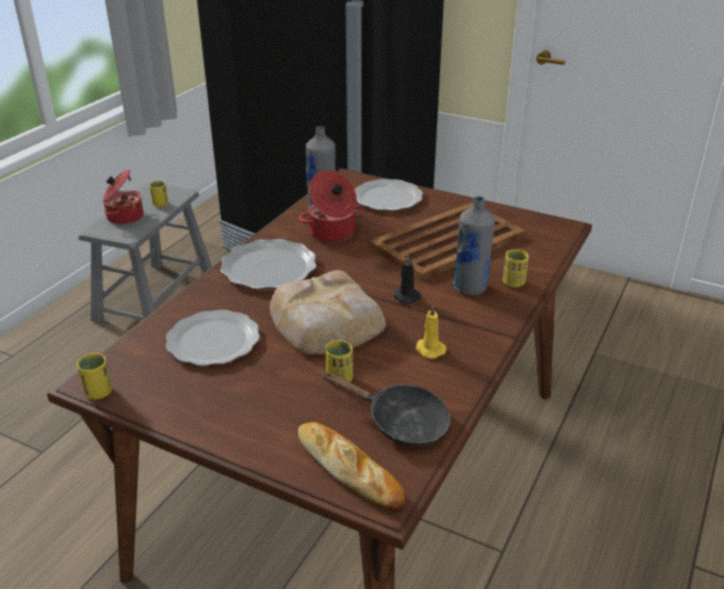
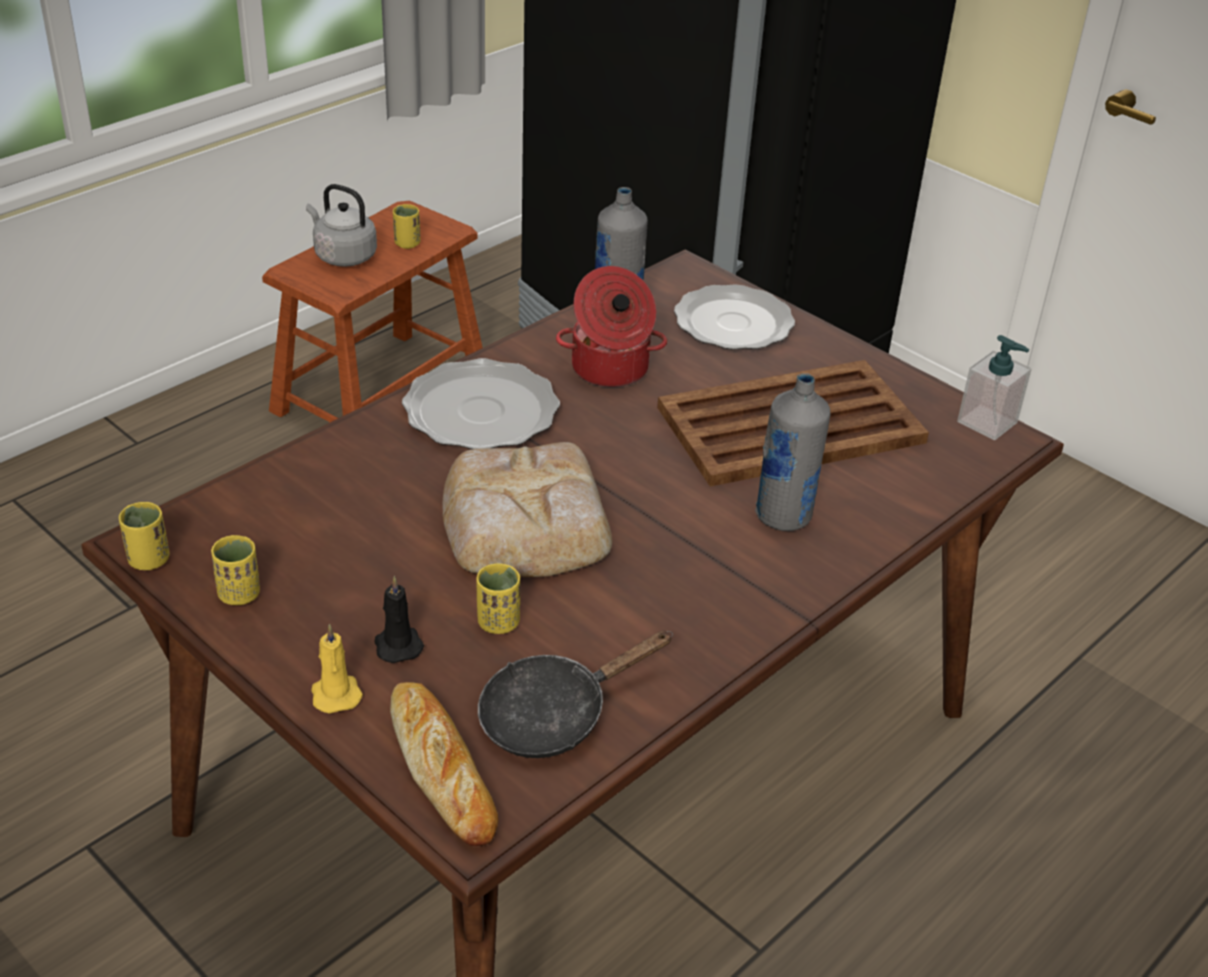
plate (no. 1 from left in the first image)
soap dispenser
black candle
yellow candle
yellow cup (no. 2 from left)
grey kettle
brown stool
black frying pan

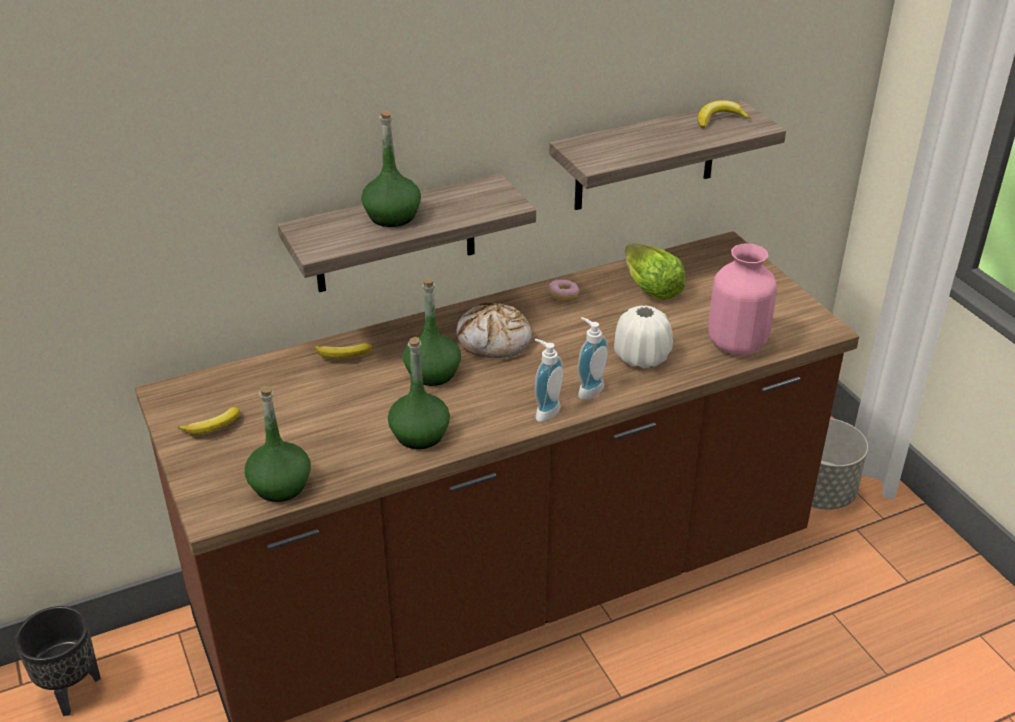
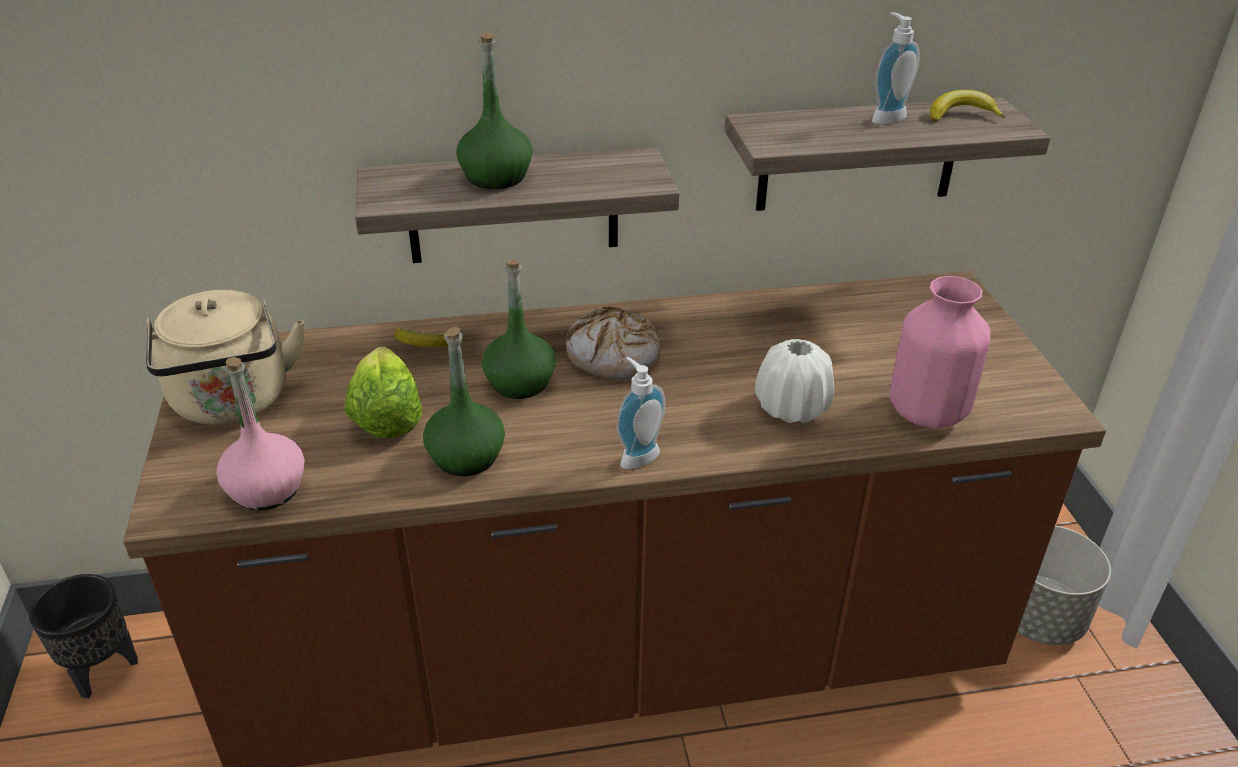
donut
soap dispenser (no. 2 from left)
lettuce
beige kettle
pink bottle

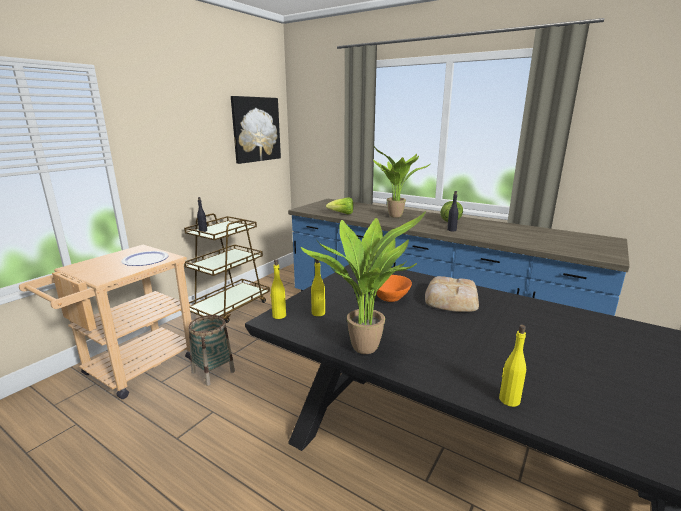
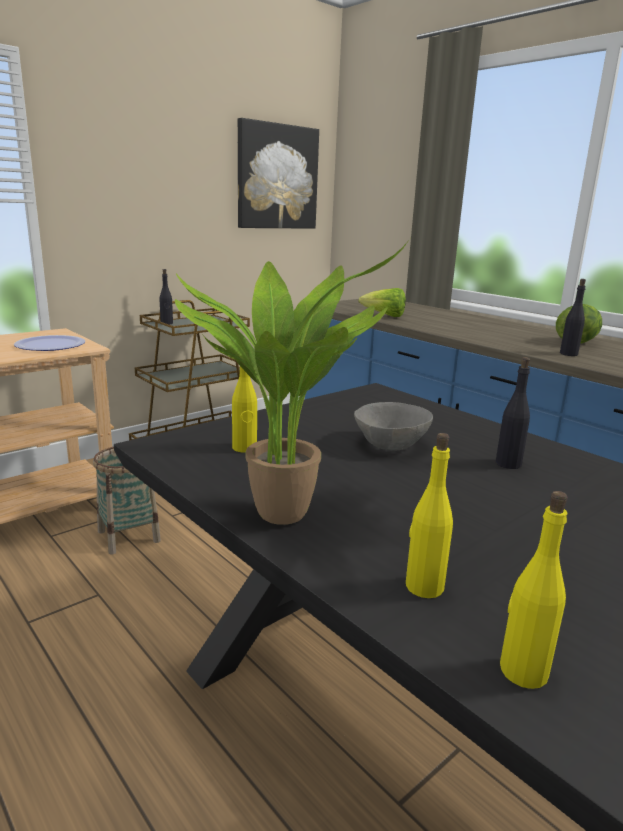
potted plant (no. 2 from left in the first image)
yellow bottle (no. 2 from left)
black bottle (no. 2 from left)
grey bowl

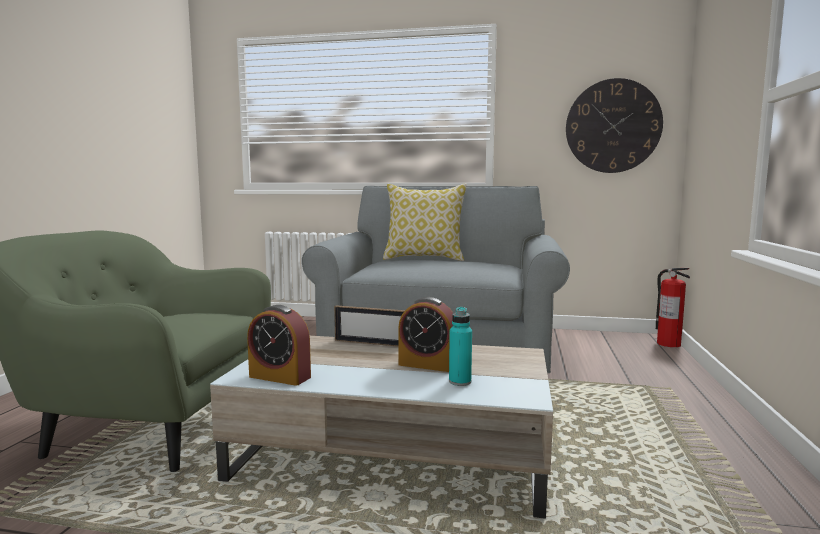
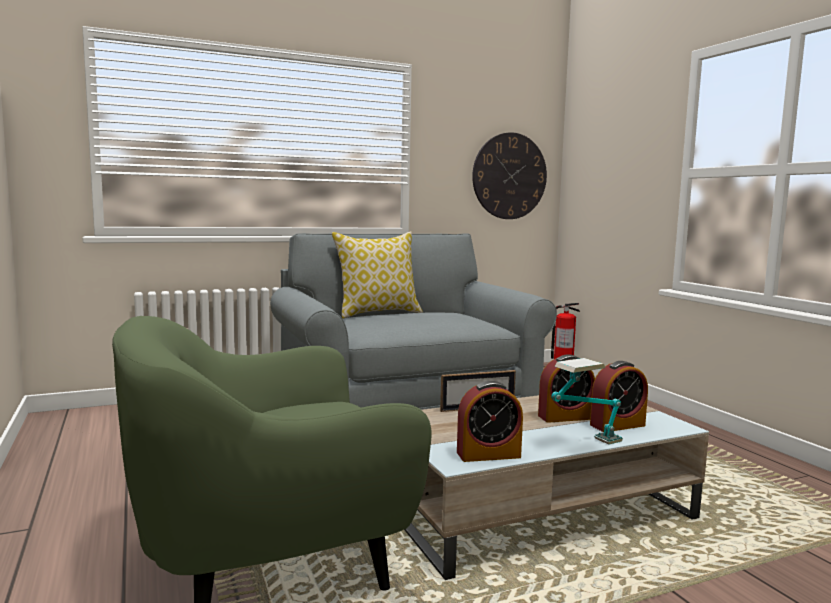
table lamp
alarm clock (no. 3 from left)

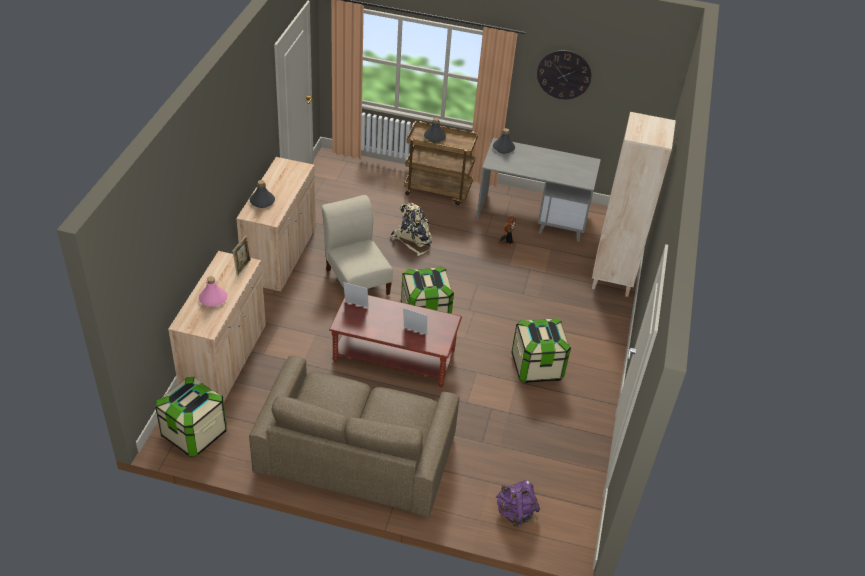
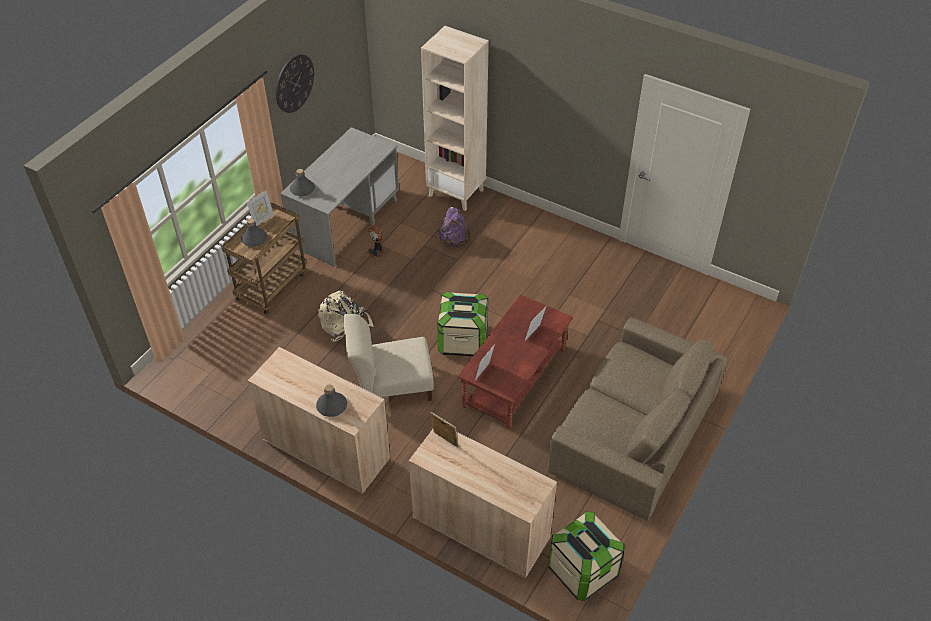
pink bottle
storage box (no. 3 from left in the first image)
picture frame (no. 1 from left)
purple backpack

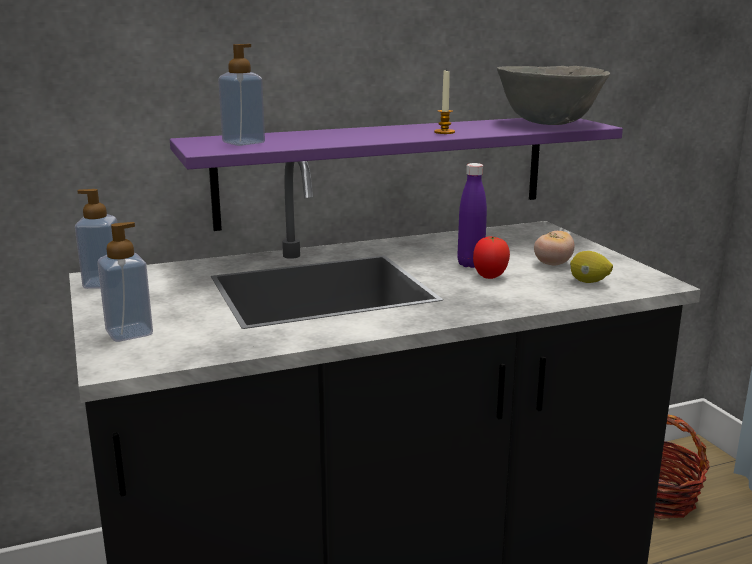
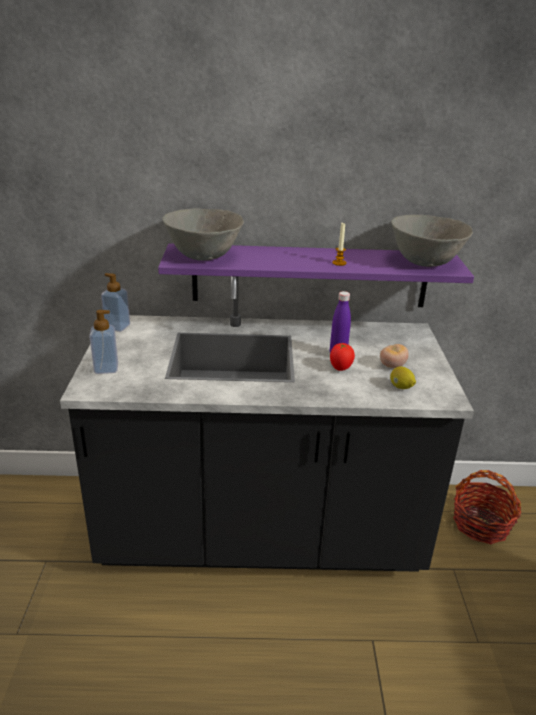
grey bowl (no. 1 from left)

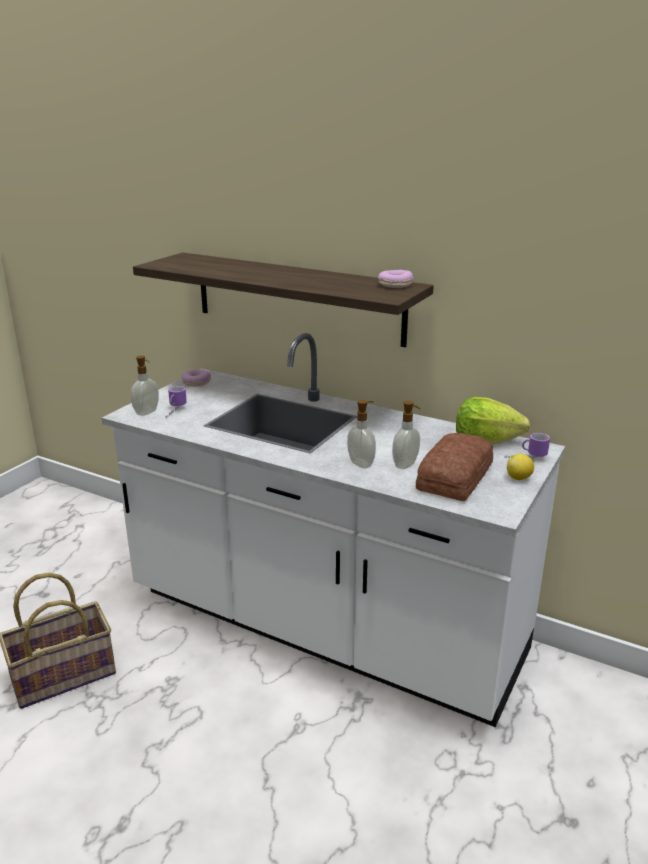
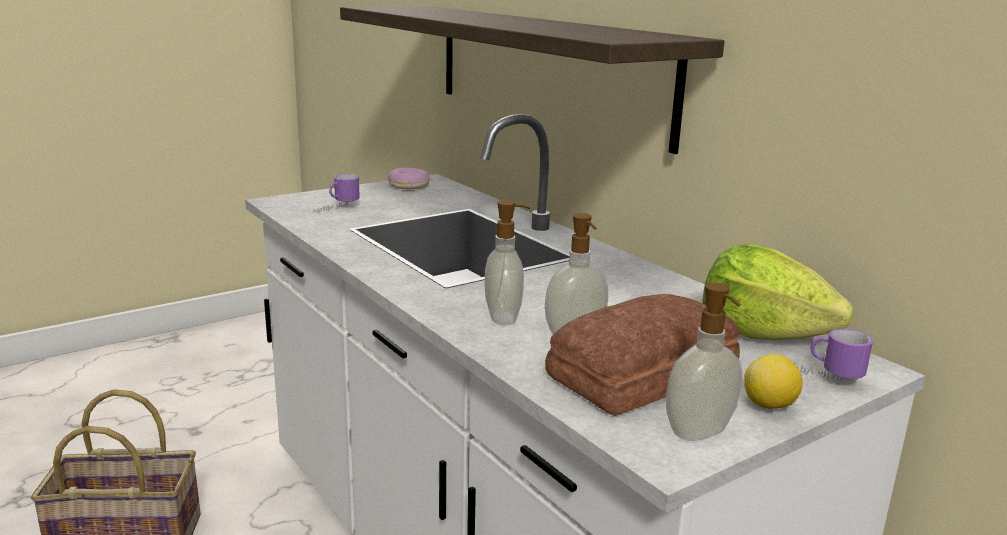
donut (no. 2 from left in the first image)
soap dispenser (no. 3 from left)

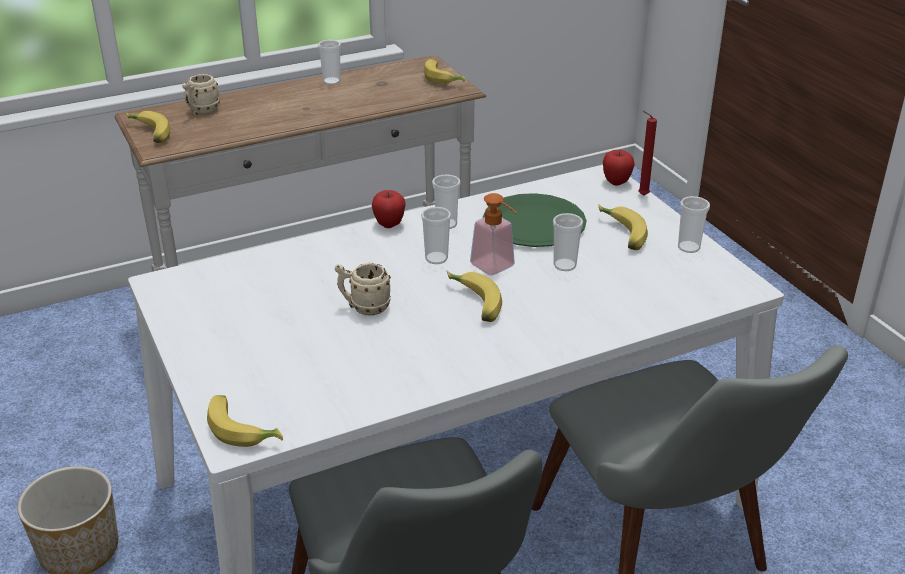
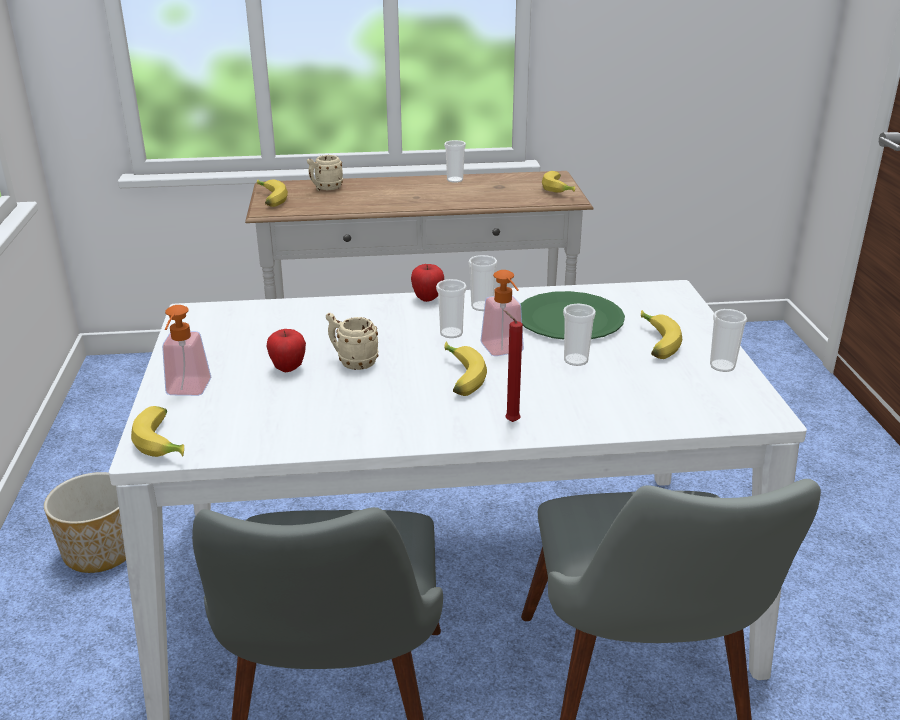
soap dispenser (no. 1 from left)
apple (no. 1 from left)
red candle

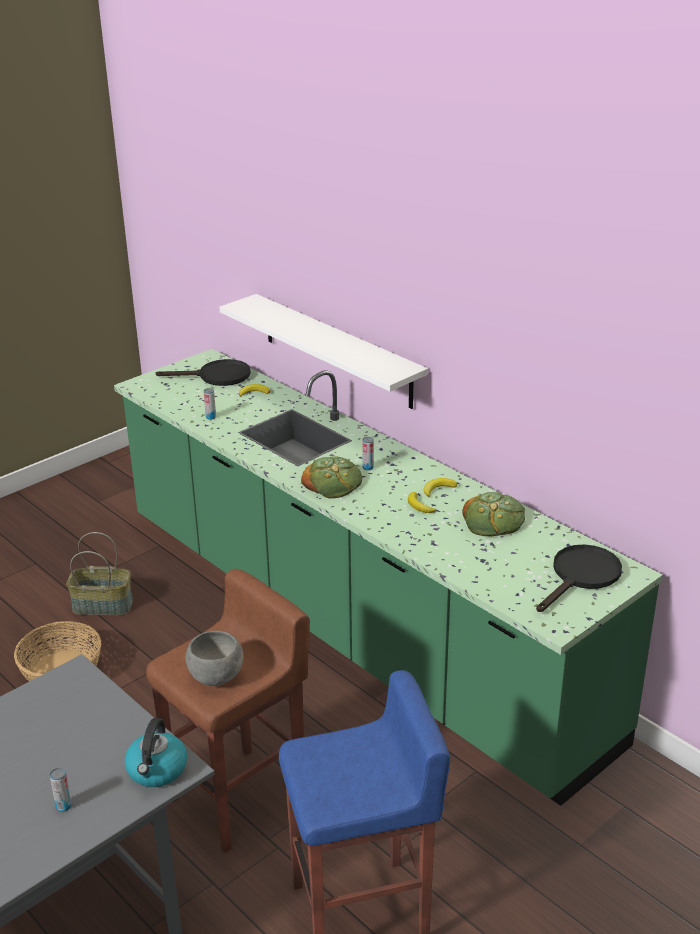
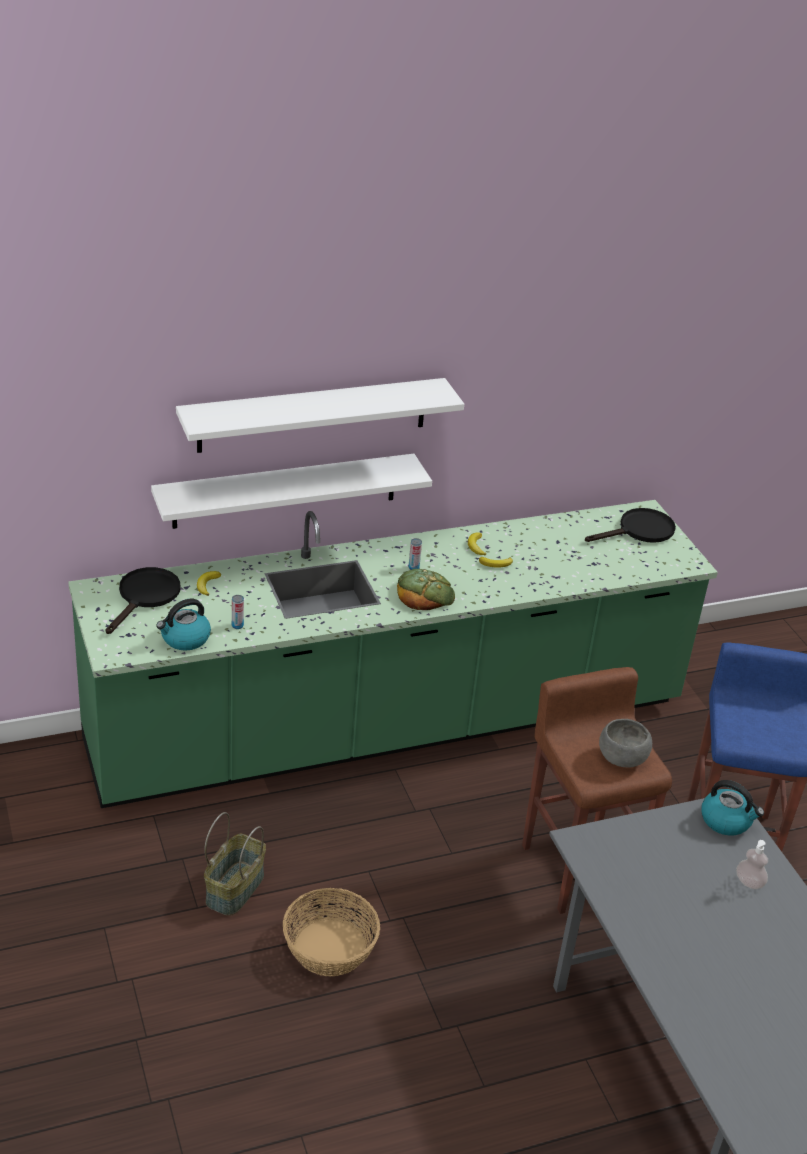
bread (no. 2 from left in the first image)
kettle (no. 1 from left)
white shelf (no. 2 from left)
soap dispenser
black frying pan (no. 2 from left)

